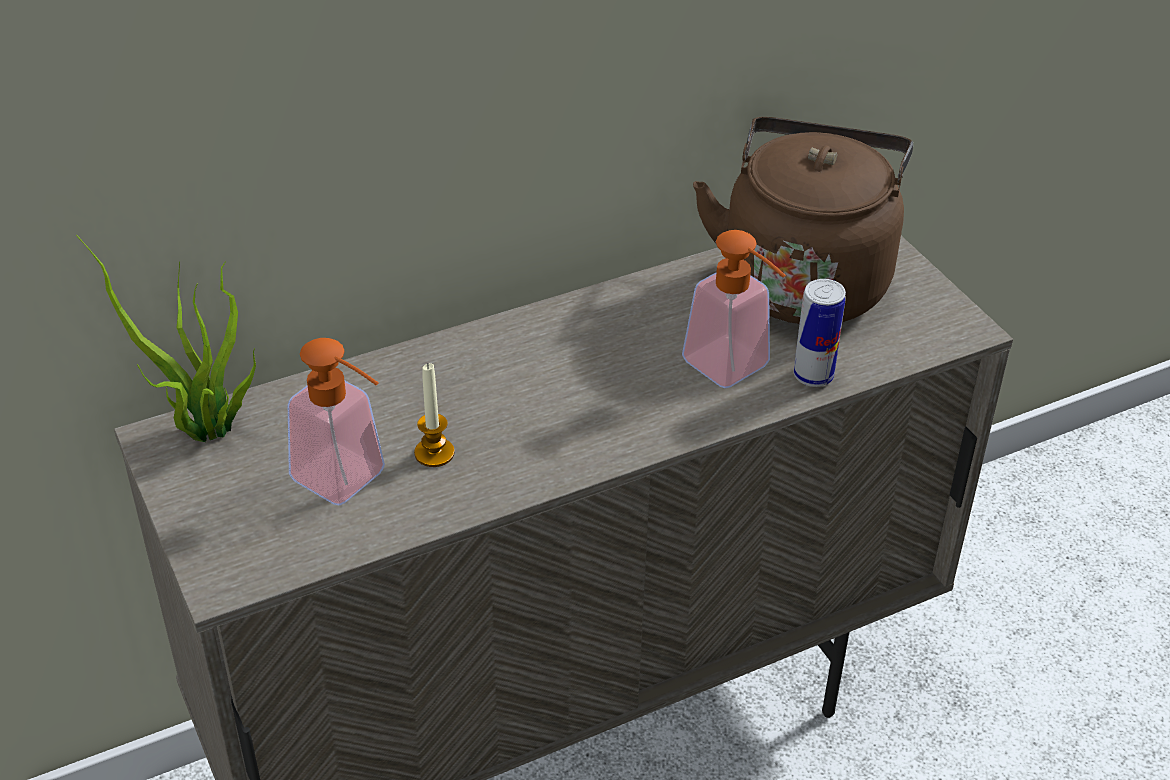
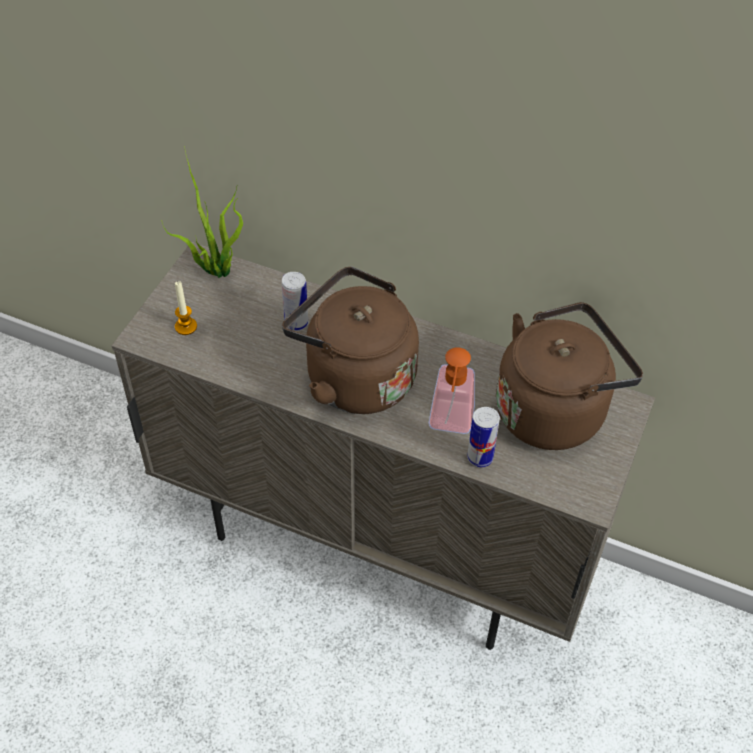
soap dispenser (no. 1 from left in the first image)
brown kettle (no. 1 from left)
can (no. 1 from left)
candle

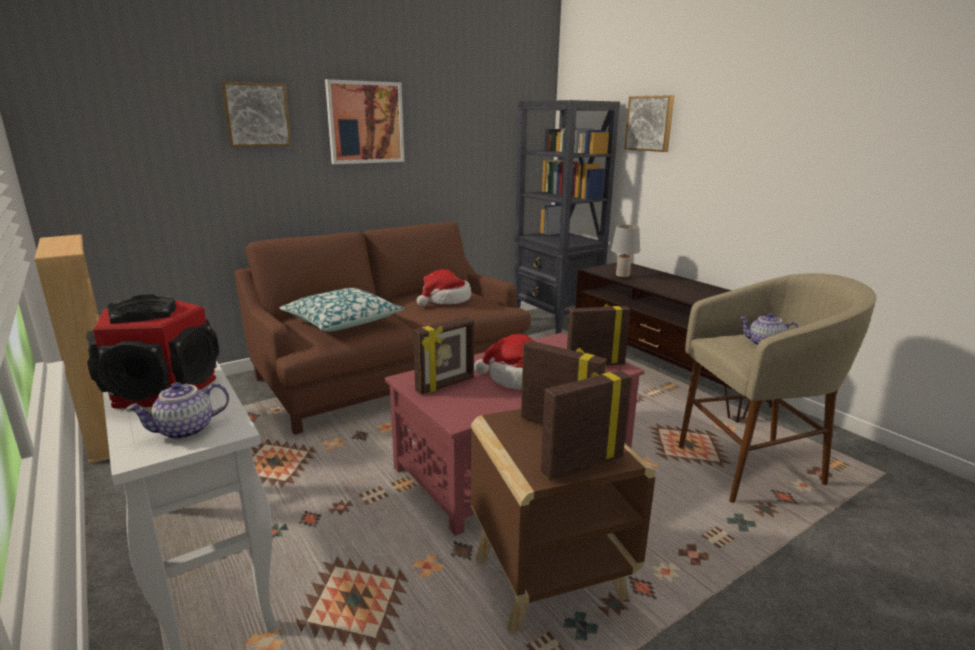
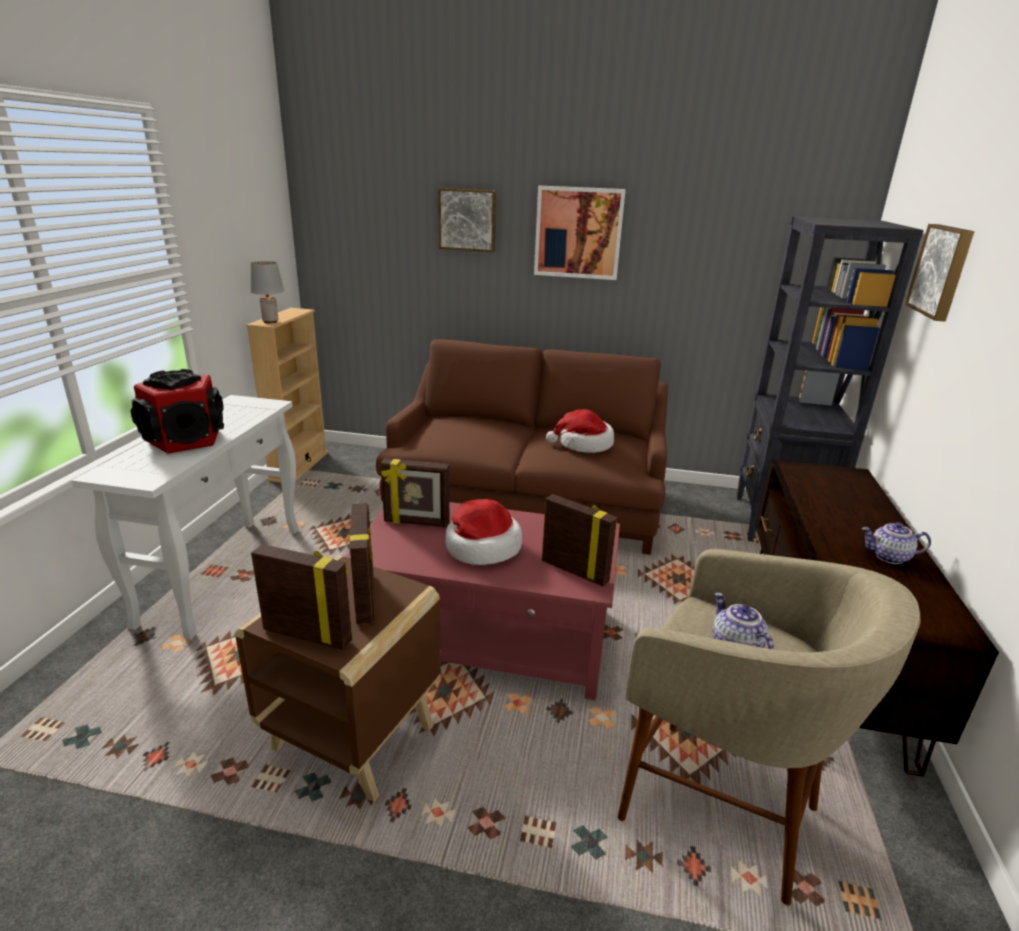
pillow
teapot (no. 2 from left)
grey table lamp

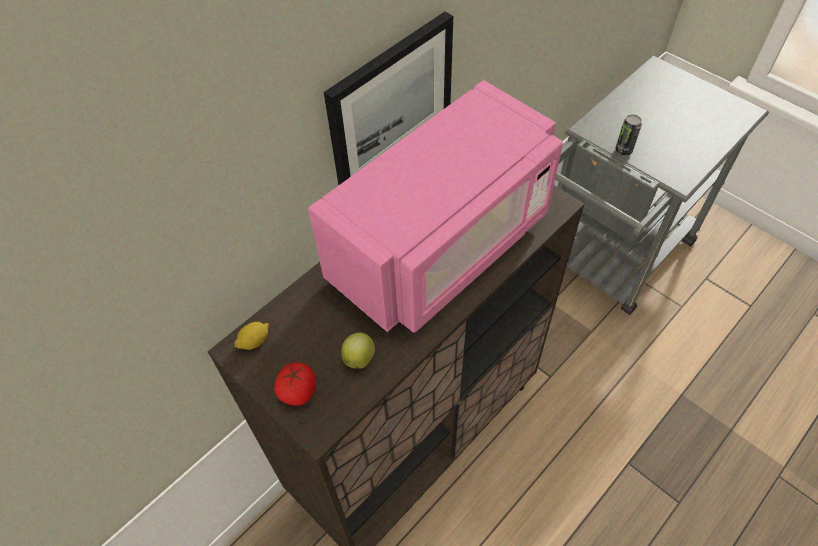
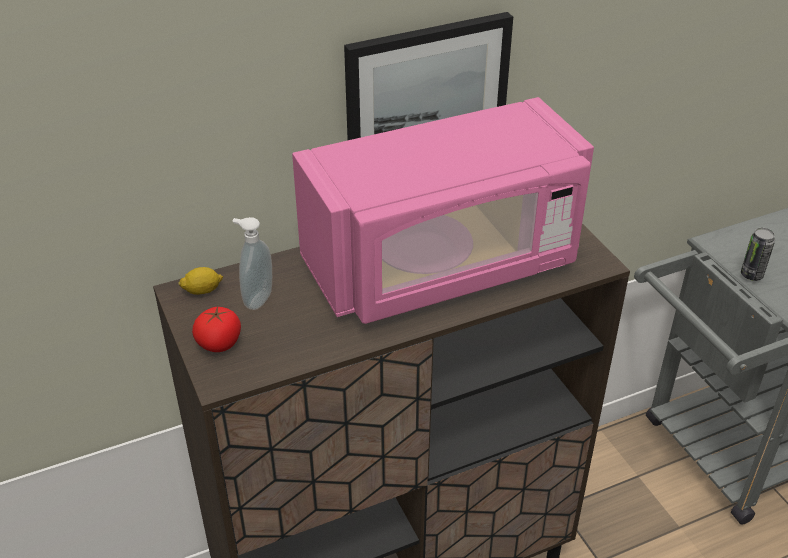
apple
soap dispenser

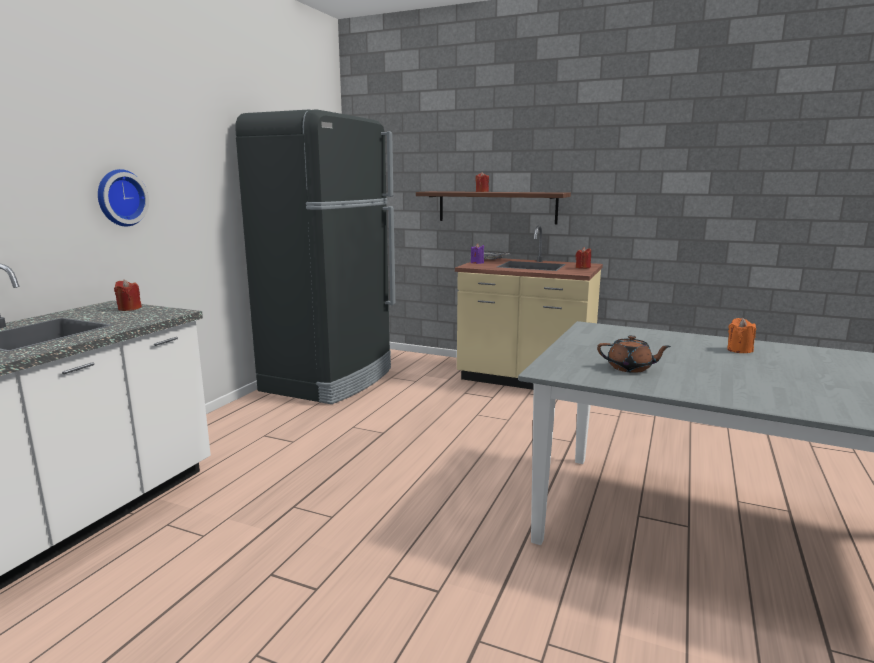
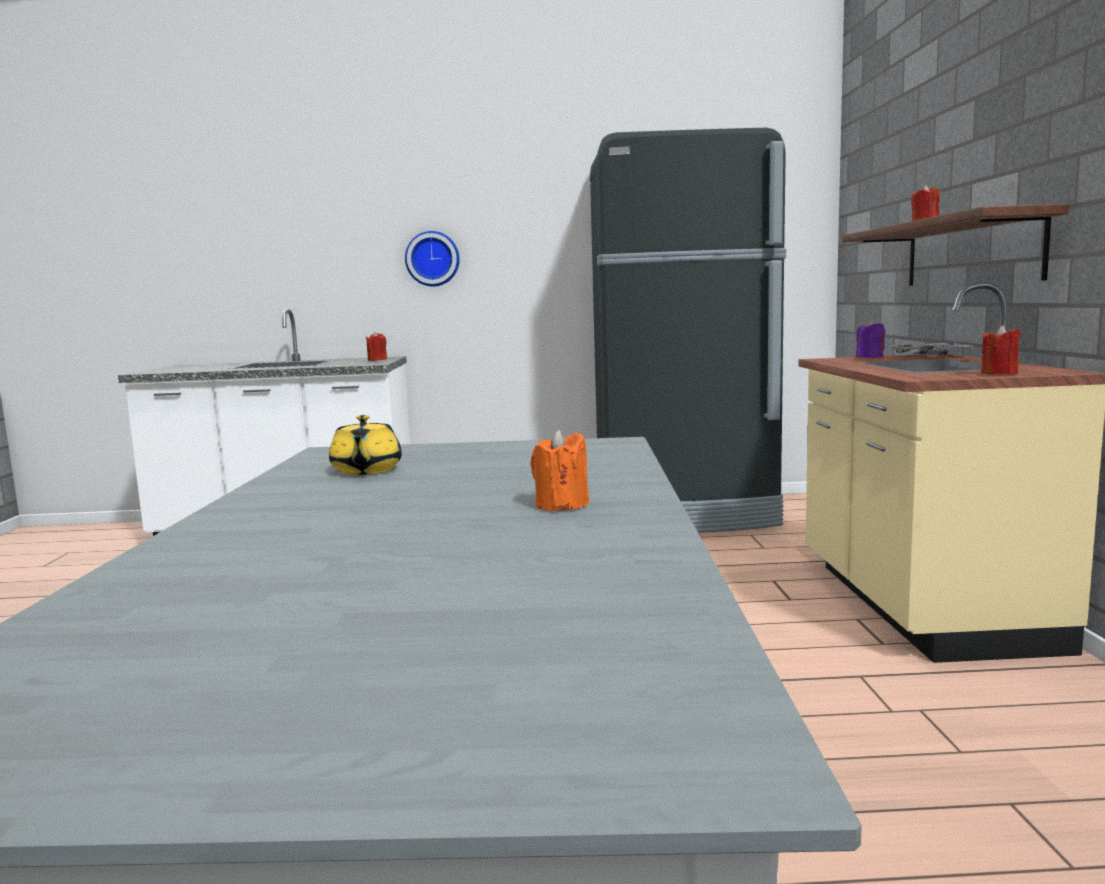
yellow teapot

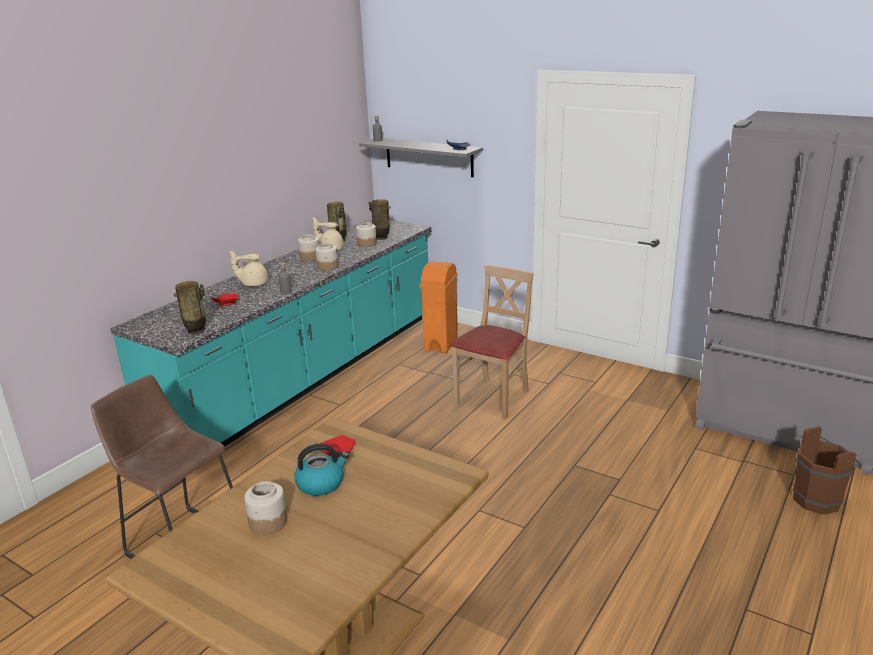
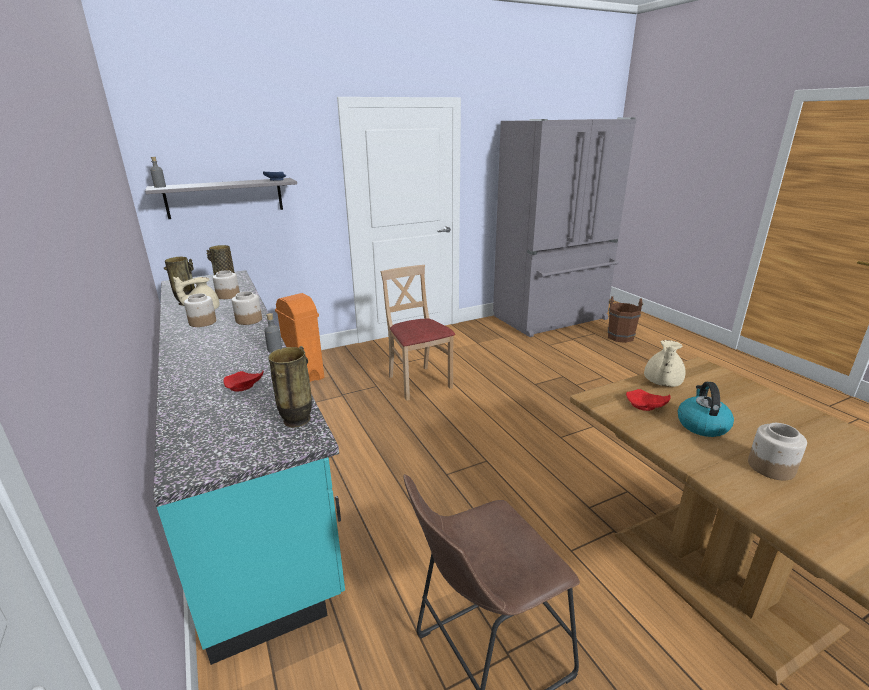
beige teapot (no. 2 from left)

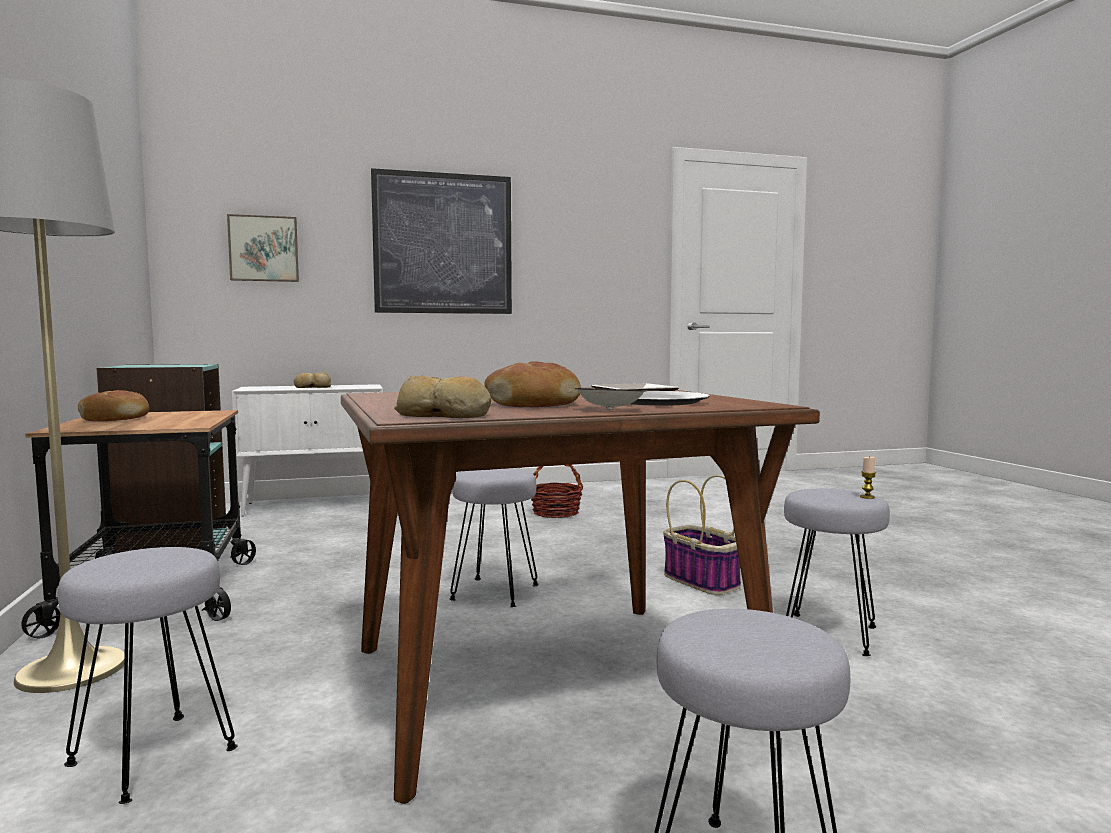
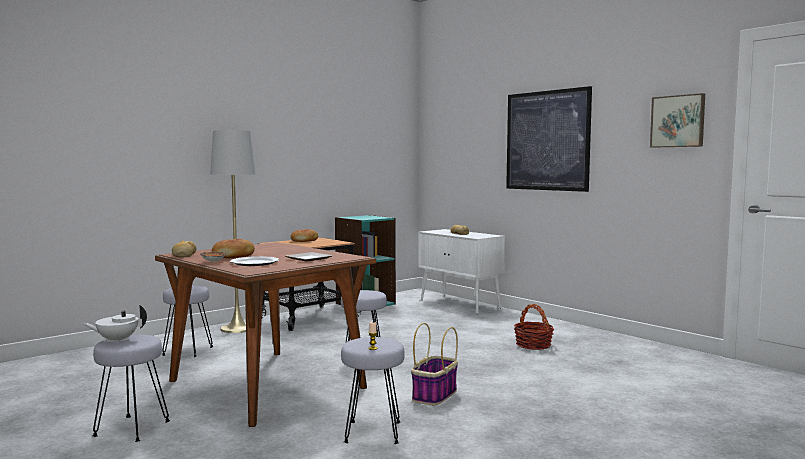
white teapot
picture (no. 2 from left)

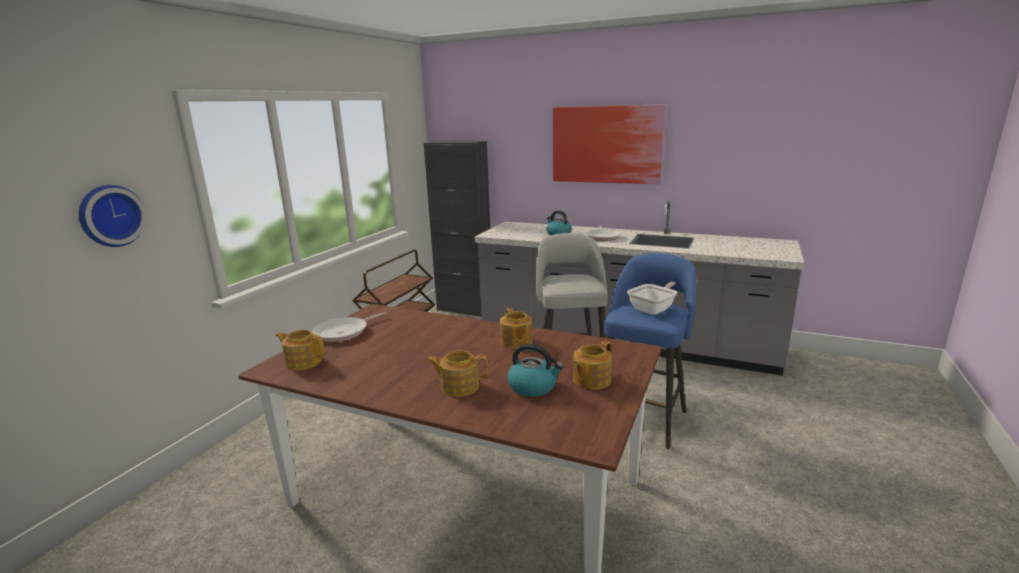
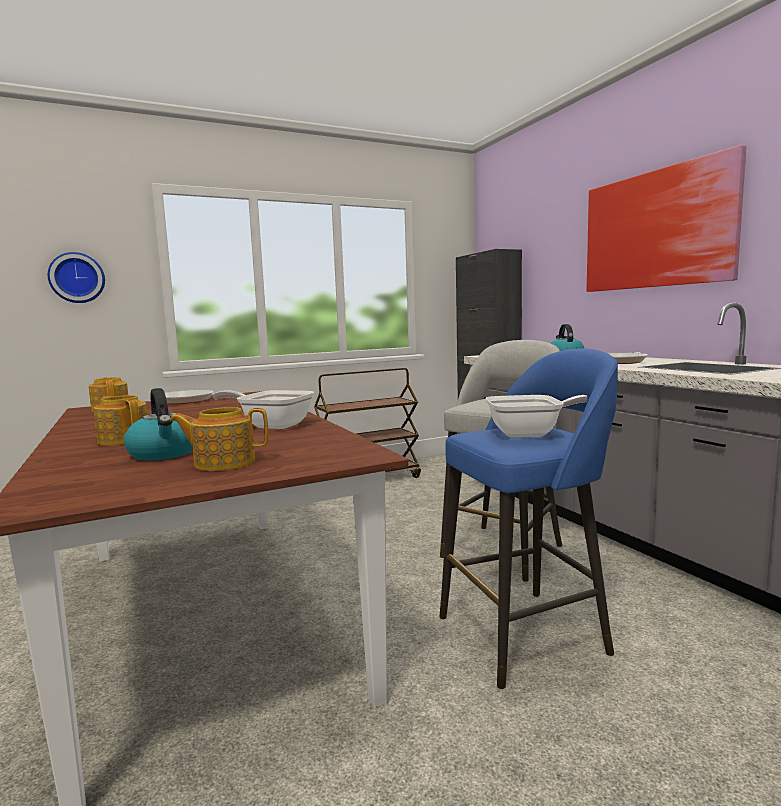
frying pan (no. 2 from left)

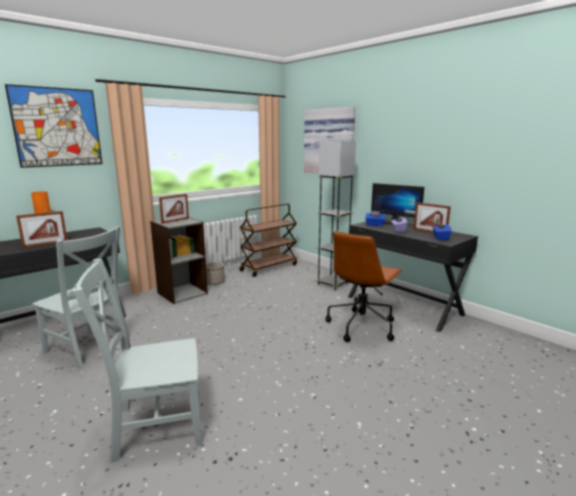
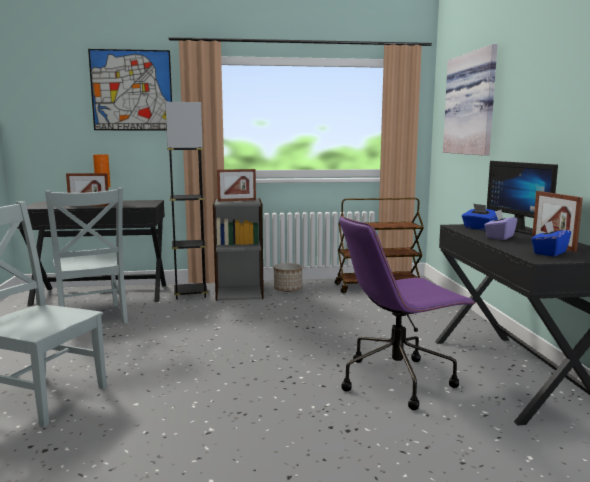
grey floor lamp
purple office chair

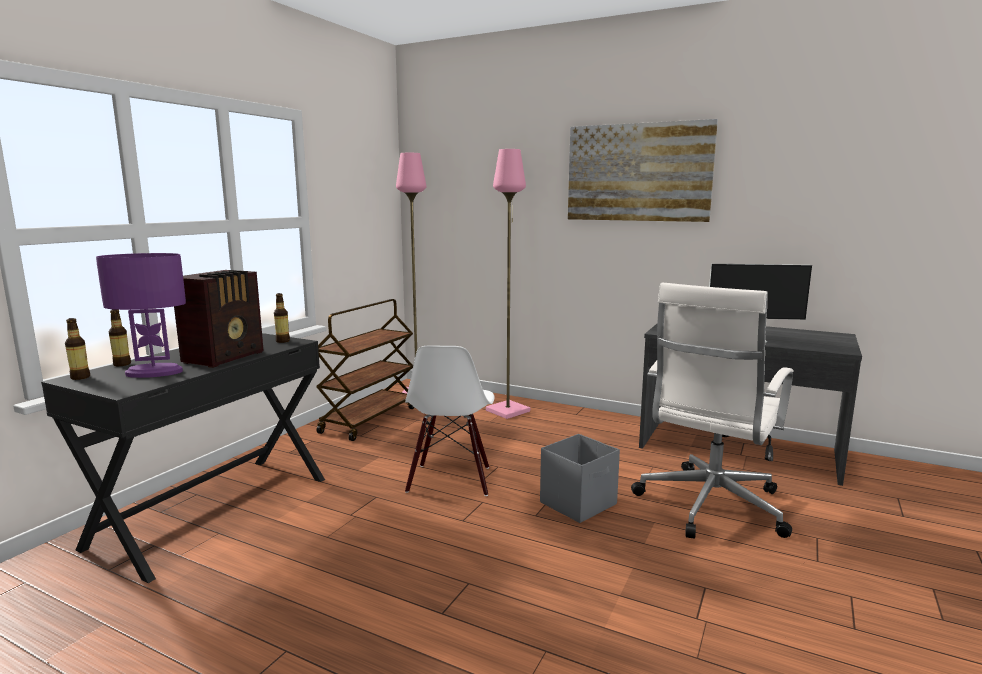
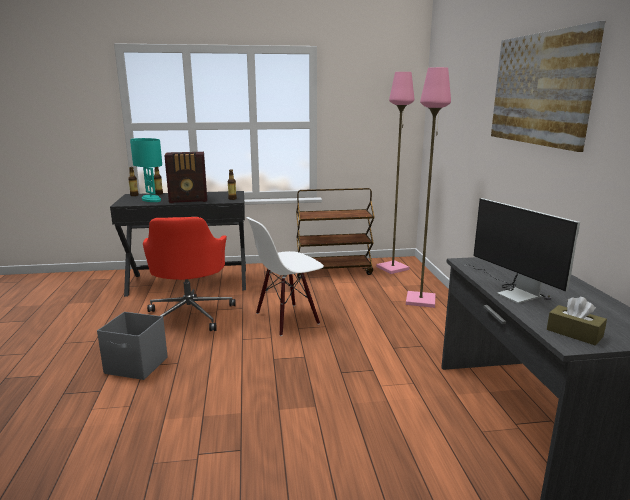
white office chair
red office chair
brown tissue box
grey storage box
turquoise table lamp

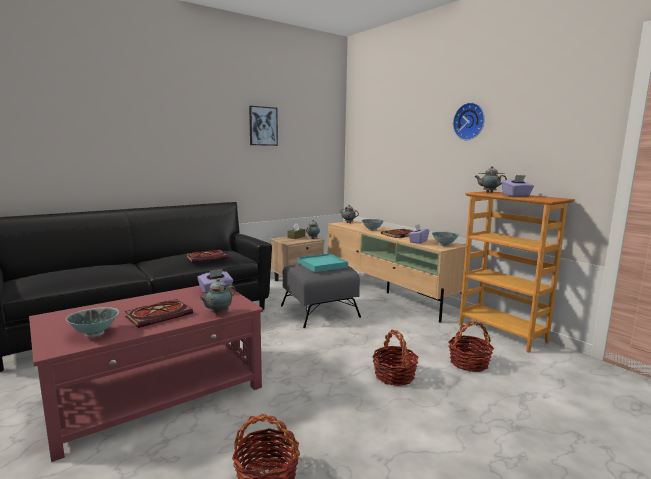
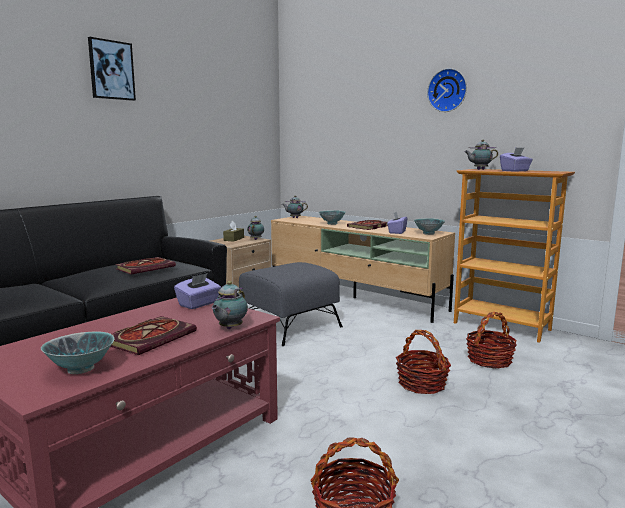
turquoise tray
picture

